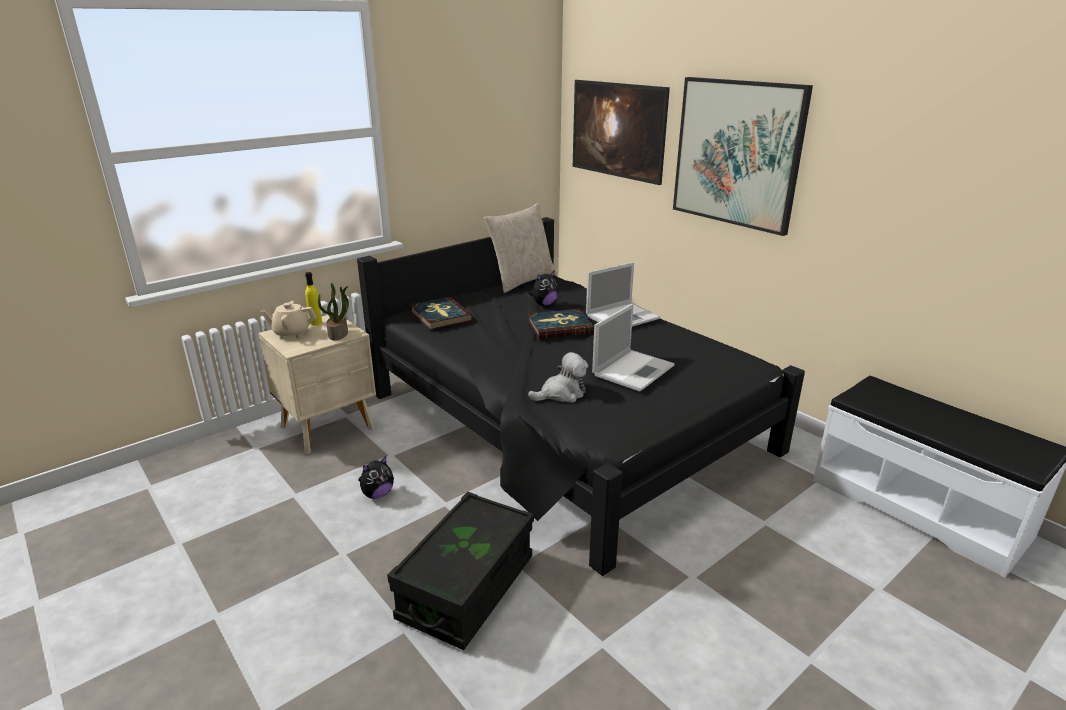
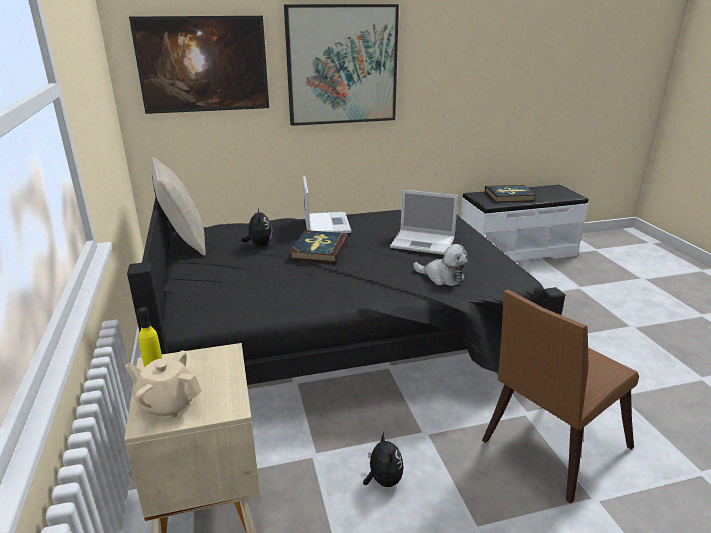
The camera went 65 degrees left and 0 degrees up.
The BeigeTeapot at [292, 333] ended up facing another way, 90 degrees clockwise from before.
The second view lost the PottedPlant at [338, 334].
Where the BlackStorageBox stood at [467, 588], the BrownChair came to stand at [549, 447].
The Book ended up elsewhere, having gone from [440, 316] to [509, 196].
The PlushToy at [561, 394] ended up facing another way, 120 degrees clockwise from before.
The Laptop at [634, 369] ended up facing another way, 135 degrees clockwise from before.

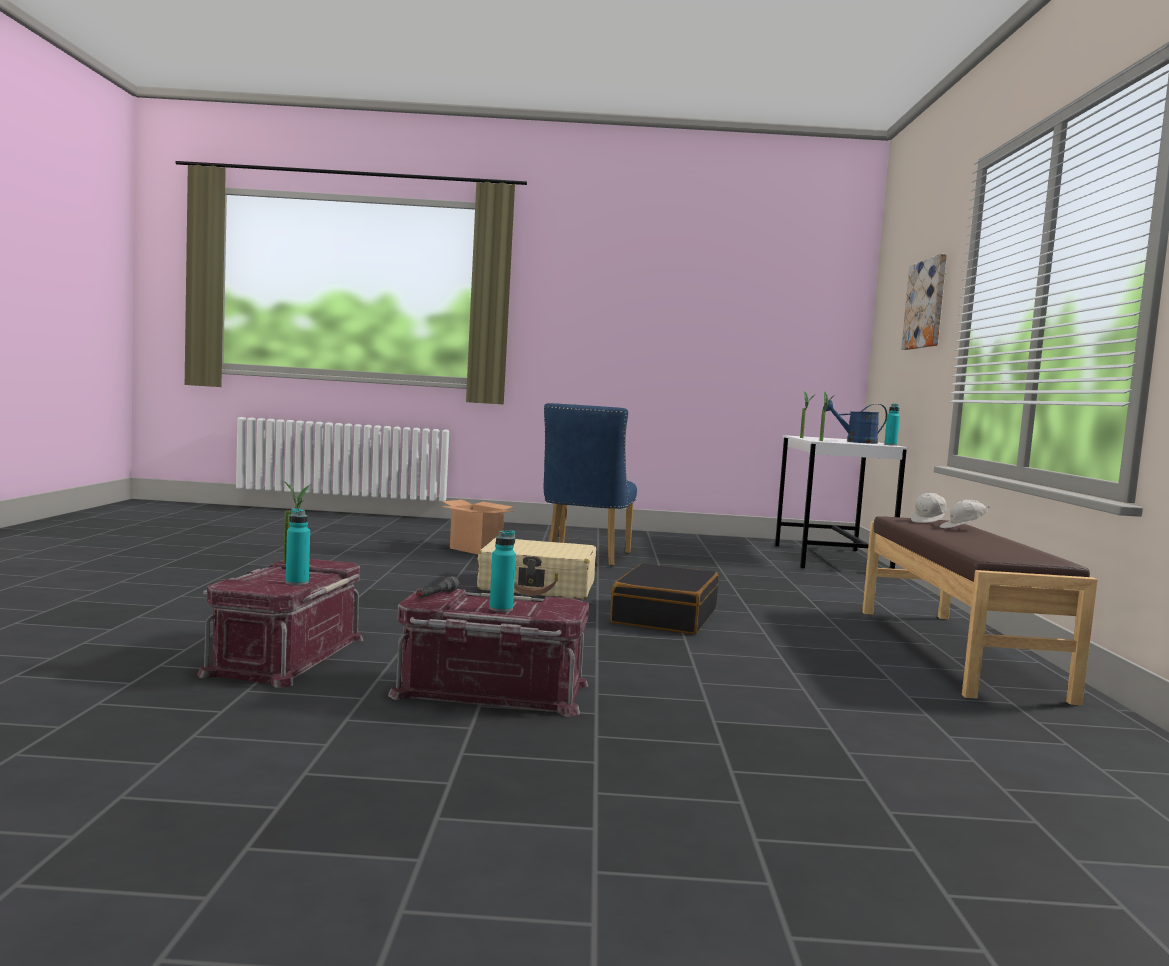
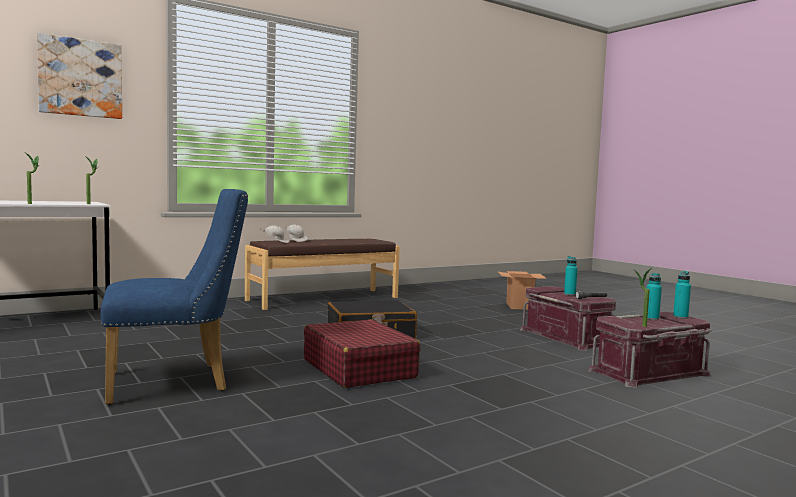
The camera went 125 degrees left and 0 degrees up.
The CardboardBox ended up elsewhere, having gone from [476, 550] to [519, 306].
What was the BeigeSuitcase at [538, 586] turned into the RedSuitcase at [359, 369].
The second view lost the BlueWateringCan at [856, 442].
The TurquoiseBottle ended up elsewhere, having gone from [890, 445] to [680, 317].

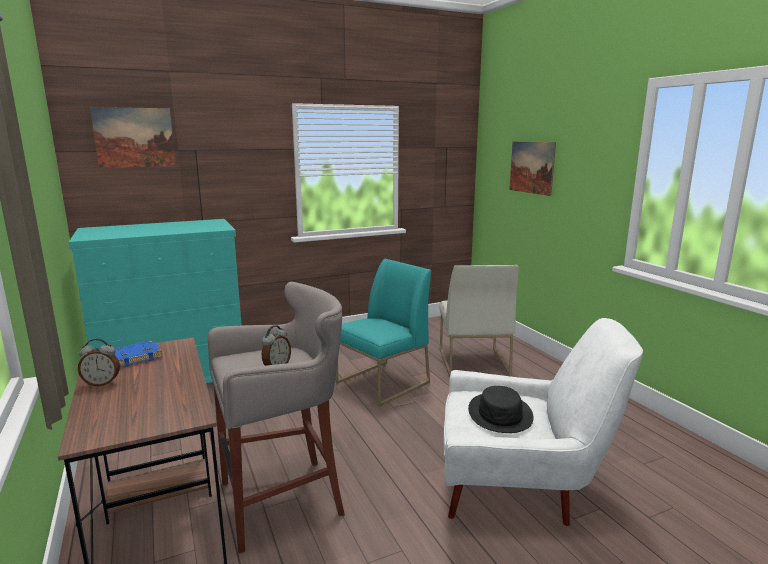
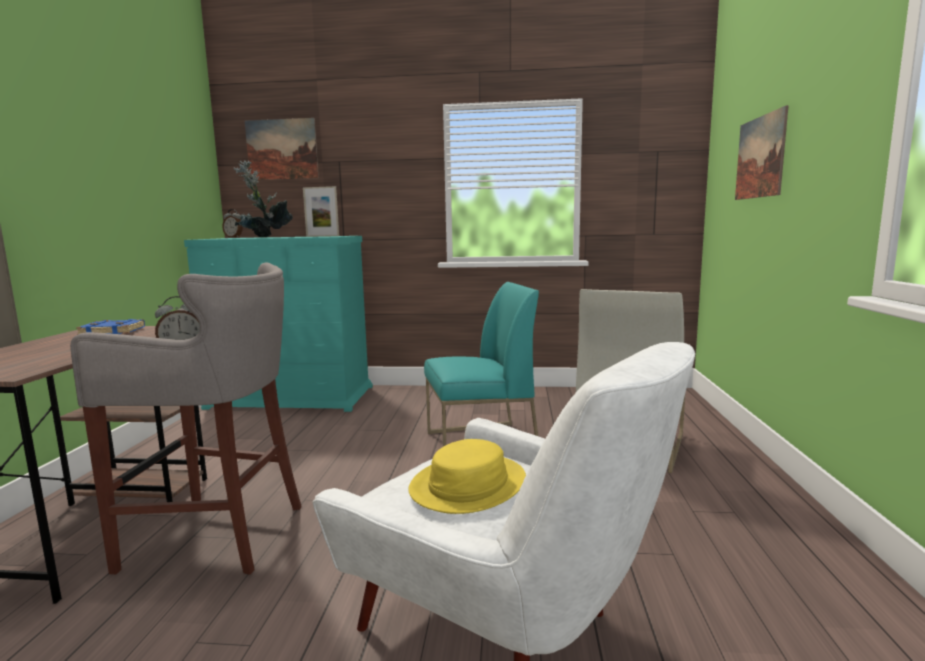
The camera went 30 degrees right and 5 degrees down.
The AlarmClock ended up elsewhere, having gone from [102, 383] to [234, 237].
What was the BlackHat at [500, 414] turned into the YellowHat at [468, 485].
The second view gained the PottedPlant at [263, 237].
The second view gained the PictureFrame at [322, 236].

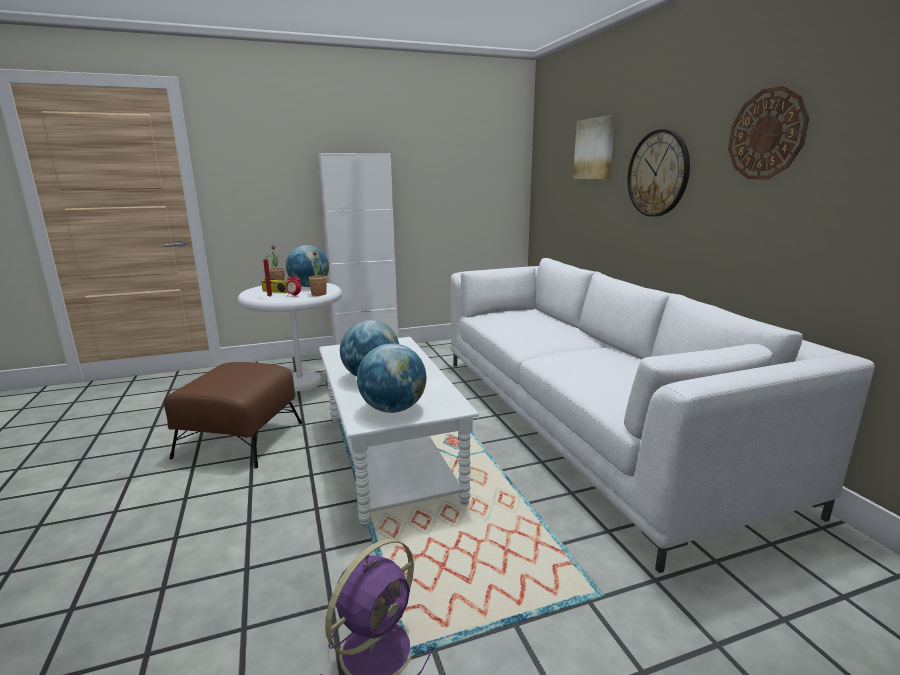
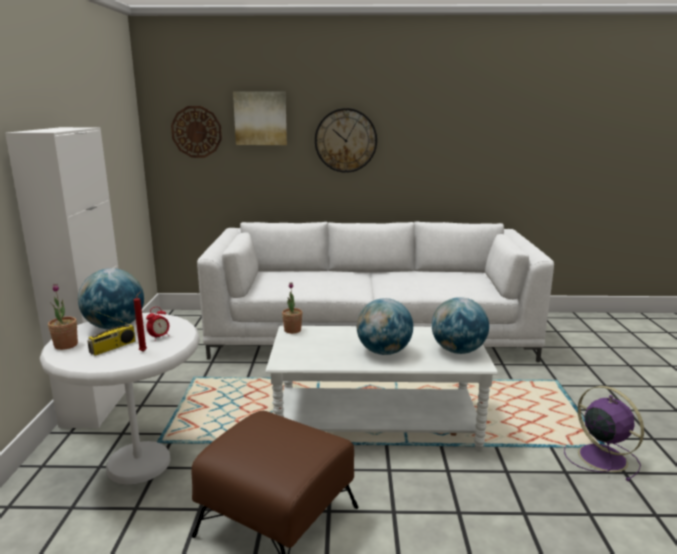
The camera went 70 degrees left and 0 degrees up.
The PottedPlant ended up elsewhere, having gone from [319, 294] to [292, 330].
The WallClock ended up elsewhere, having gone from [766, 134] to [196, 132].

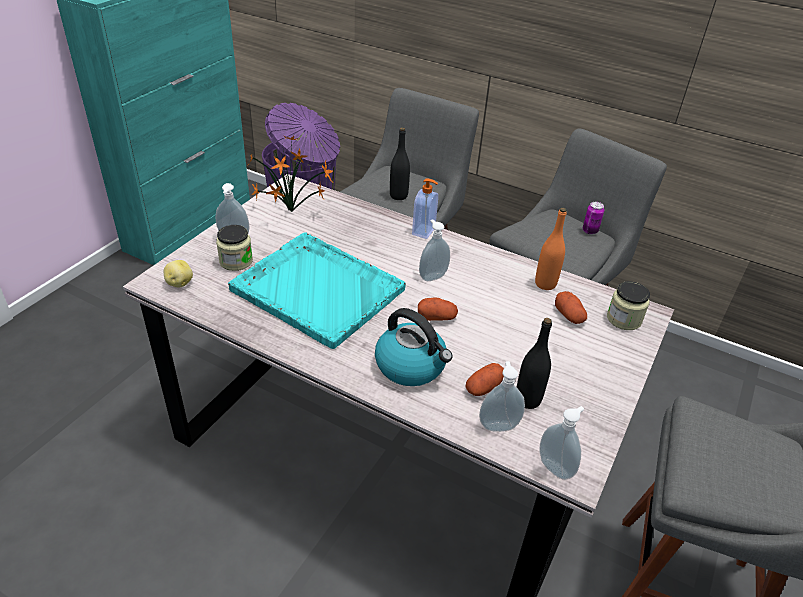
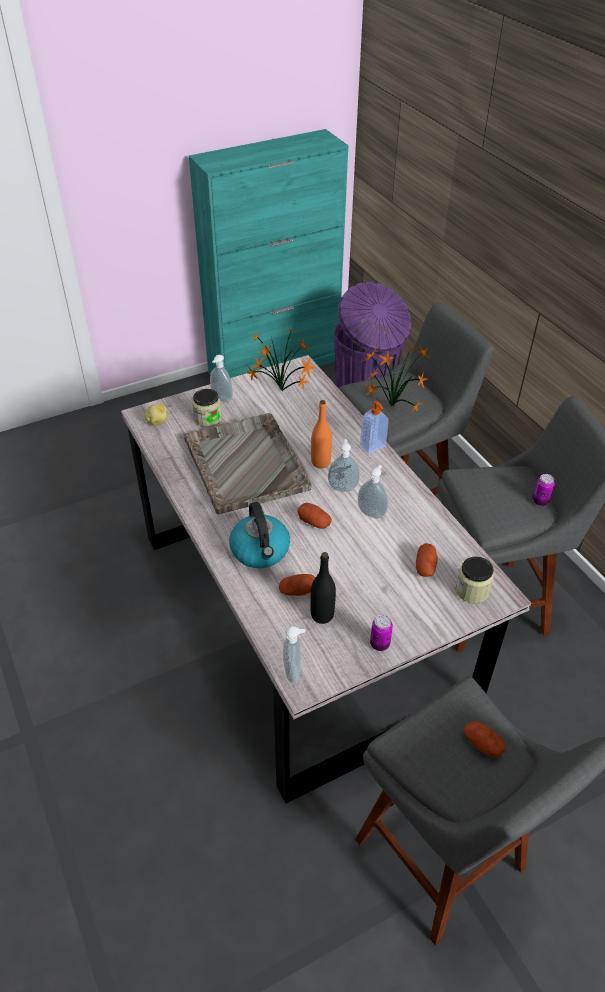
The camera went 35 degrees right and 5 degrees up.
What was the TurquoiseTray at [316, 289] turned into the GreyTray at [245, 463].
Where the BlackBottle stood at [398, 196], the PottedPlant came to stand at [390, 405].
The SoapDispenser ended up elsewhere, having gone from [498, 425] to [372, 512].
The OrangeBottle ended up elsewhere, having gone from [545, 284] to [320, 462].
The second view gained the Can at [379, 644].
The second view gained the Potato at [482, 744].

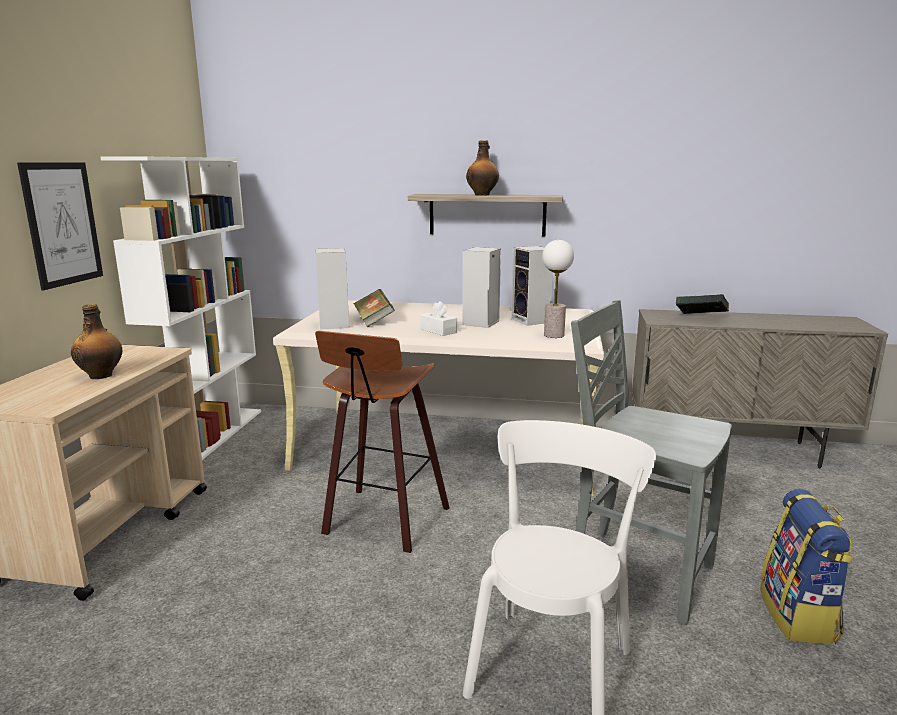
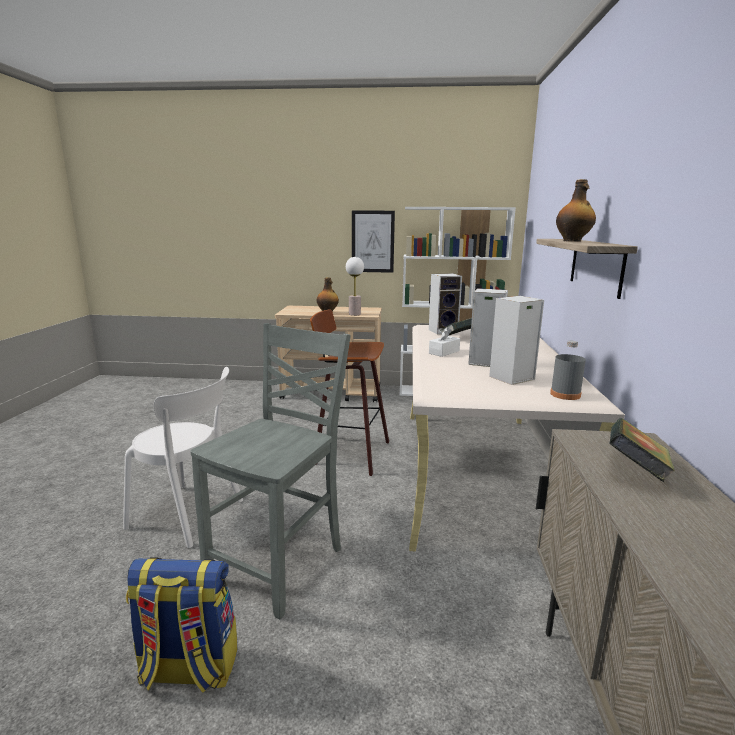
The camera went 85 degrees right and 0 degrees up.
The TableLamp ended up elsewhere, having gone from [553, 335] to [354, 314].
The second view gained the GreyBottle at [565, 394].

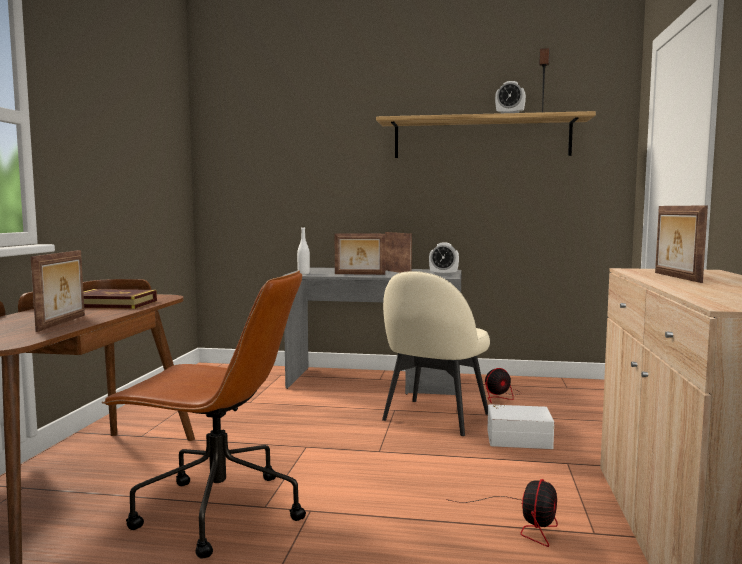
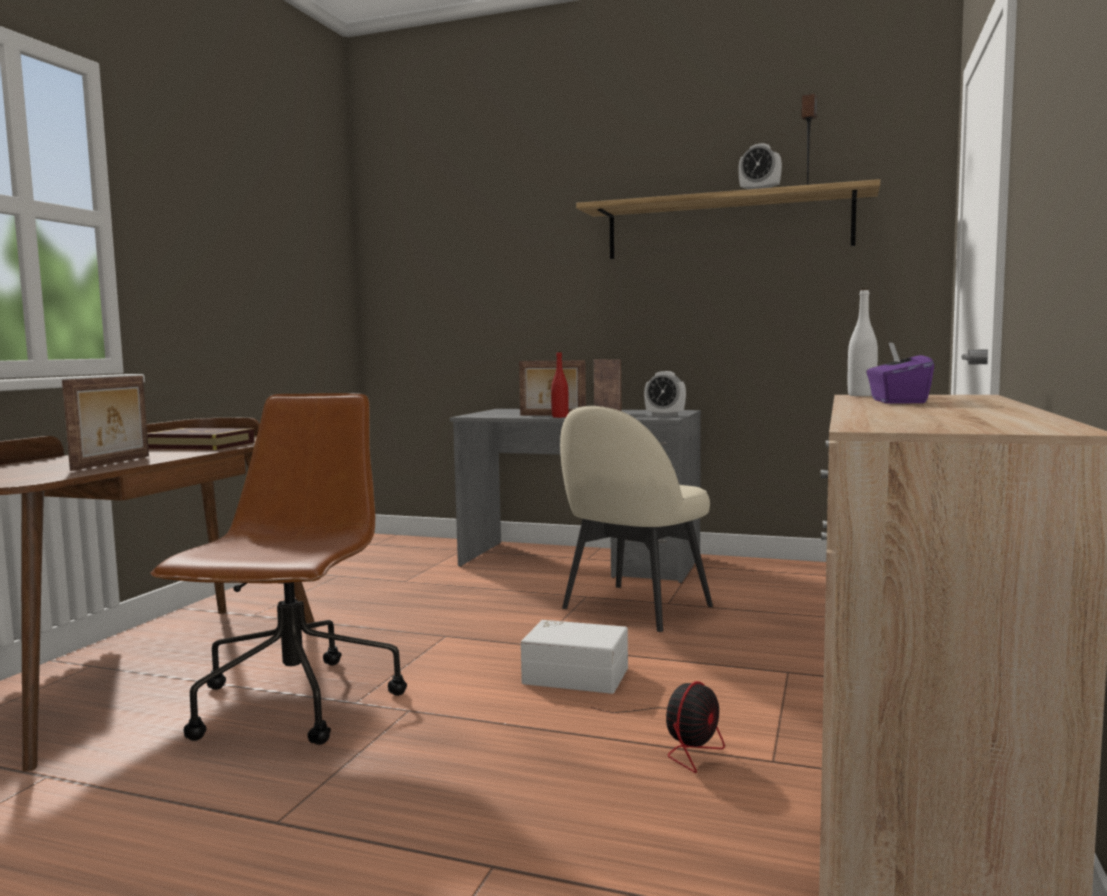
The camera went 10 degrees right and 0 degrees up.
The BrownOfficeChair at [216, 512] ended up facing another way, 105 degrees counterclockwise from before.
The WhiteBottle ended up elsewhere, having gone from [303, 273] to [861, 395].
The second view lost the Fan at [499, 396].
The WhiteStorageBox ended up elsewhere, having gone from [518, 438] to [576, 674].
Where the PictureFrame stood at [675, 277], the PurpleTissueBox came to stand at [897, 402].
The second view gained the RedBottle at [560, 417].

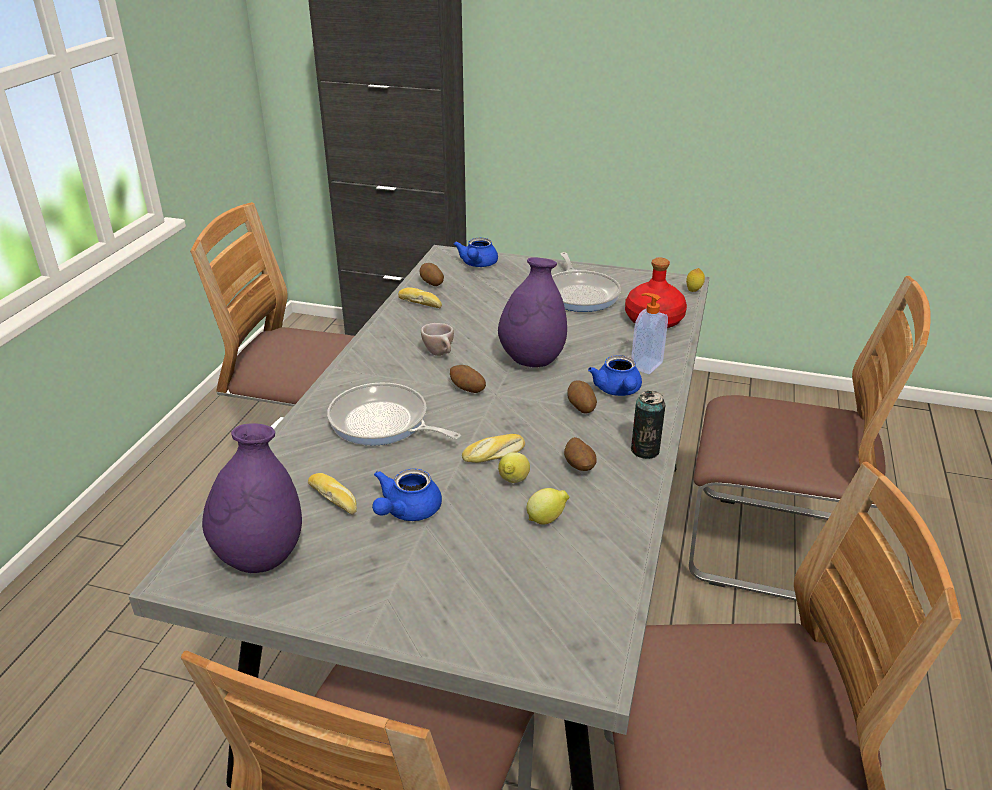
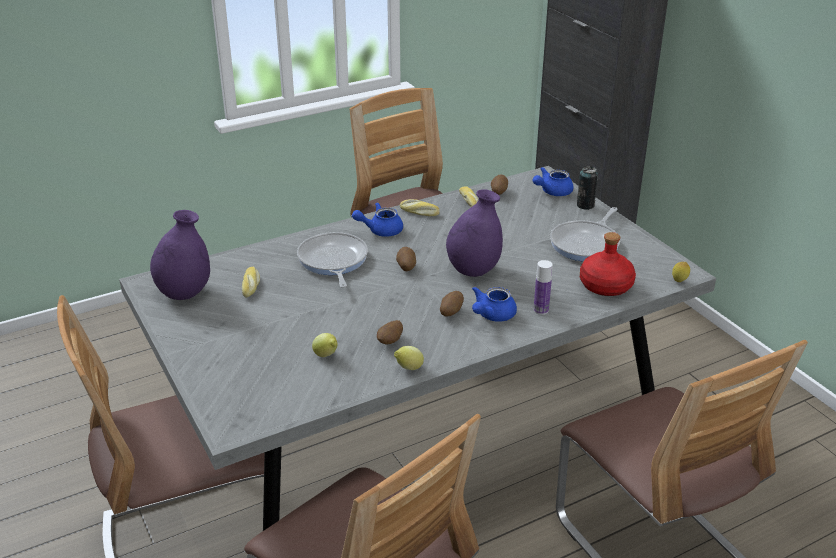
The camera went 45 degrees right and 0 degrees up.
The BlueTeapot ended up elsewhere, having gone from [406, 511] to [380, 230].
The second view lost the BeigeCup at [441, 354].
The Bread ended up elsewhere, having gone from [494, 455] to [419, 212].
The Lemon ended up elsewhere, having gone from [513, 482] to [408, 368].
Where the SoapDispenser stood at [645, 365], the Bottle came to stand at [541, 310].
The Can ended up elsewhere, having gone from [645, 450] to [585, 205].

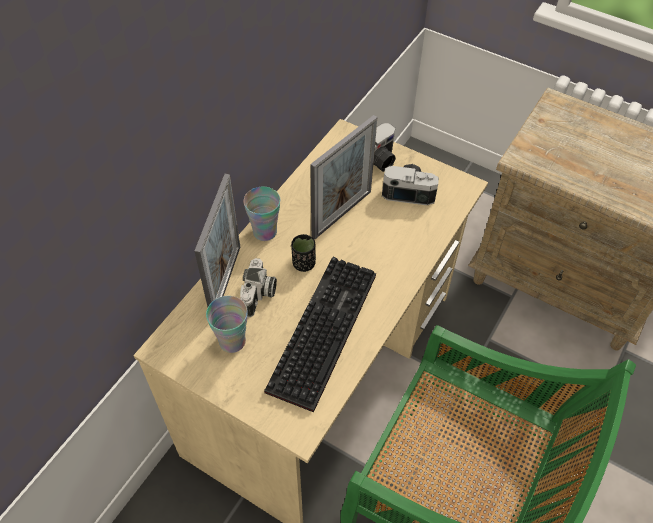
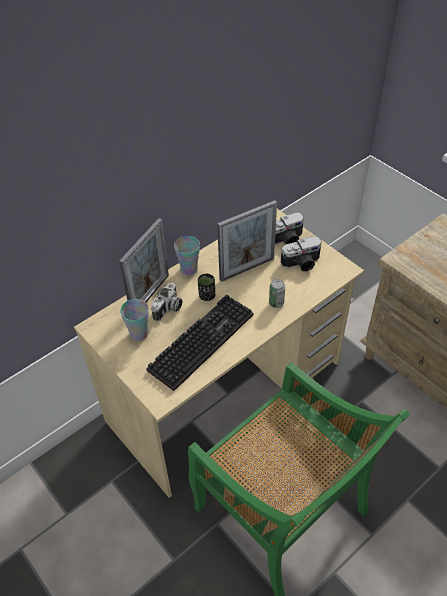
The camera went 20 degrees right and 5 degrees down.
The PhotoCamera at [409, 190] ended up facing another way, 135 degrees clockwise from before.
The second view gained the Can at [276, 303].

